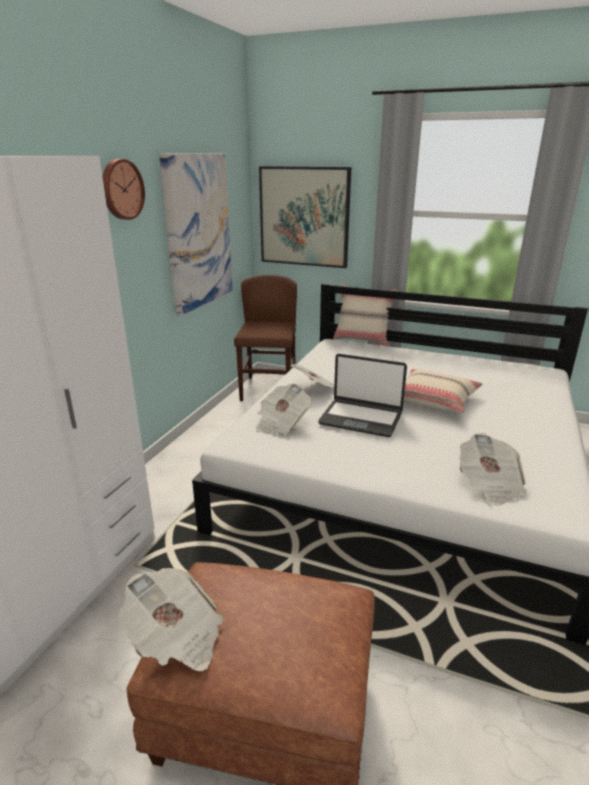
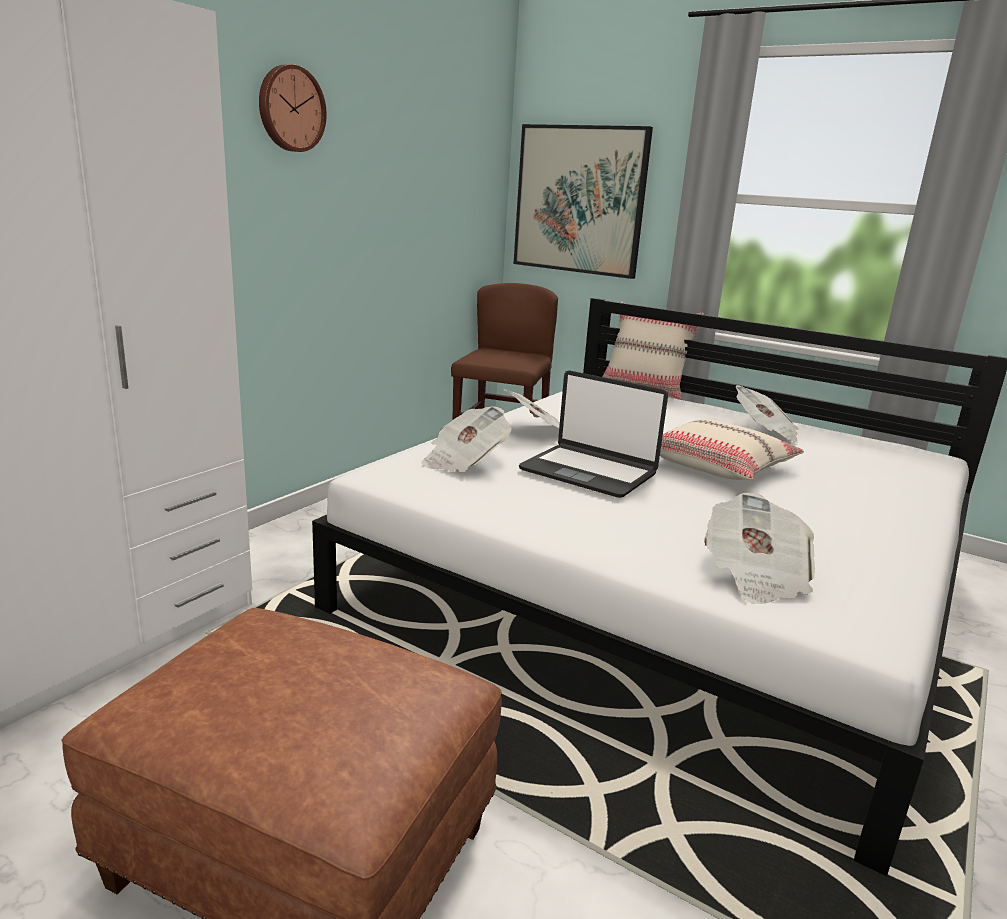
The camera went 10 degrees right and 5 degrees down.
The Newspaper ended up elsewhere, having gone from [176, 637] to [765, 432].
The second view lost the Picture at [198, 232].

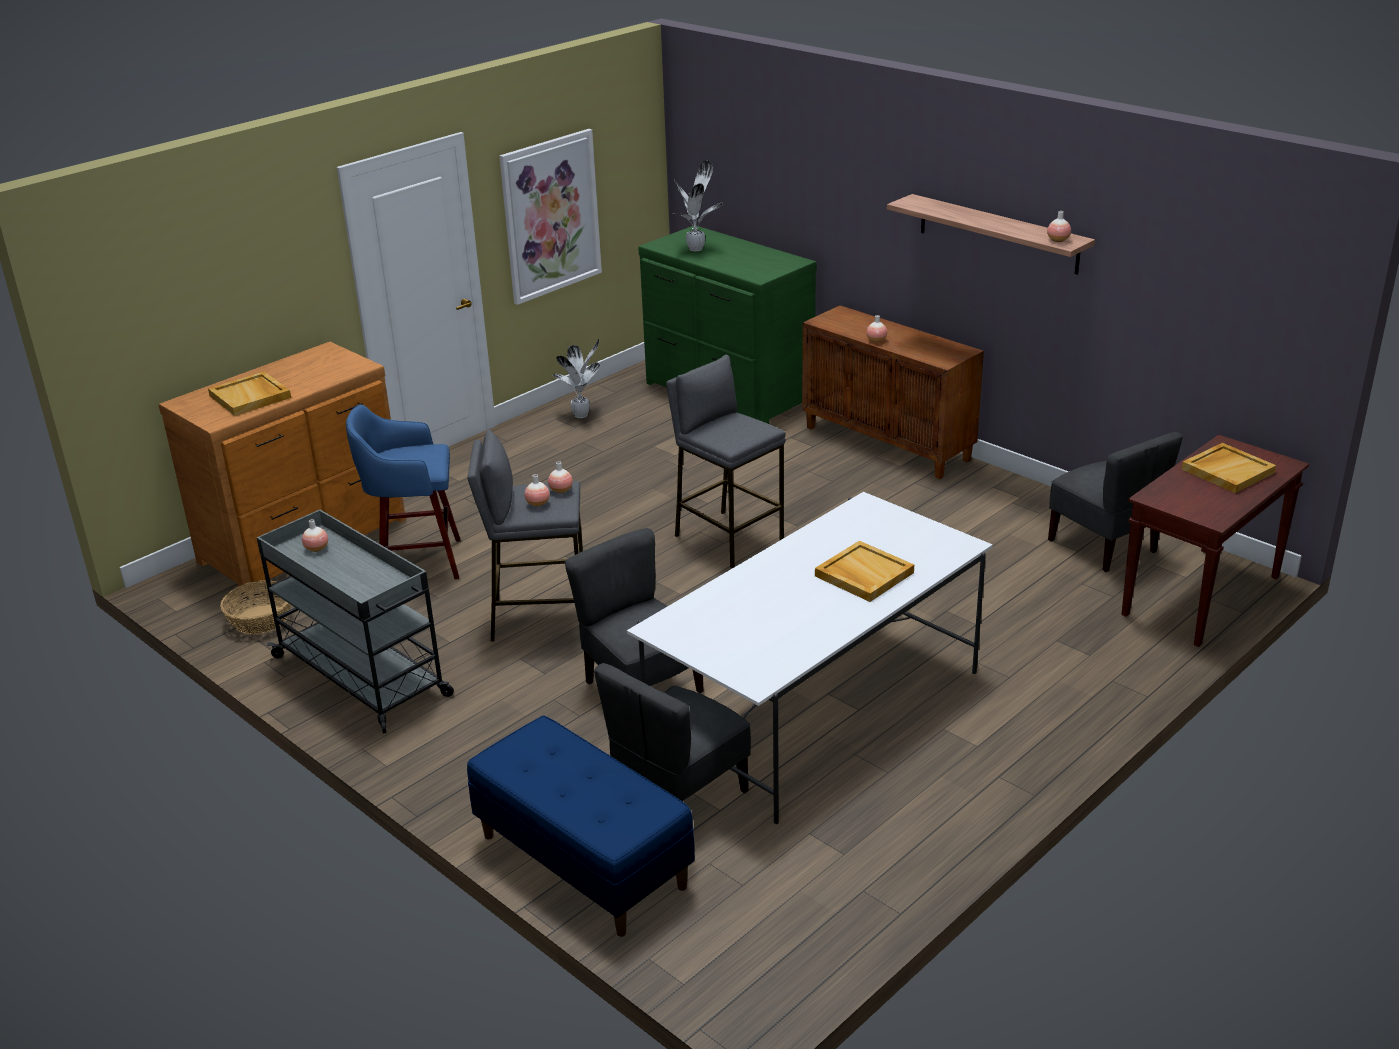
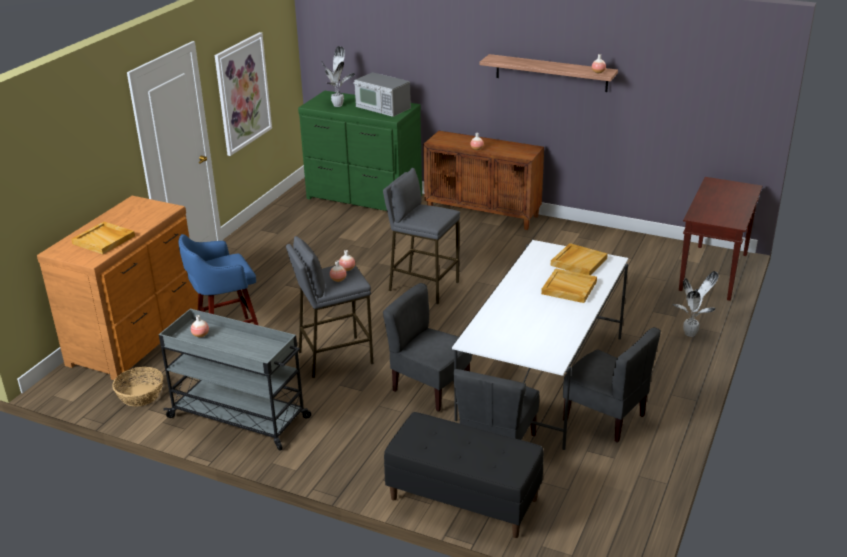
The camera went 20 degrees left and 0 degrees up.
What was the BlueBench at [581, 861] turned into the BlackBench at [462, 499].
The PottedPlant ended up elsewhere, having gone from [582, 415] to [691, 333].
The GreyChair ended up elsewhere, having gone from [1103, 546] to [605, 418].
The BeigeTray ended up elsewhere, having gone from [1227, 470] to [578, 261].
The second view gained the Microwave at [382, 108].

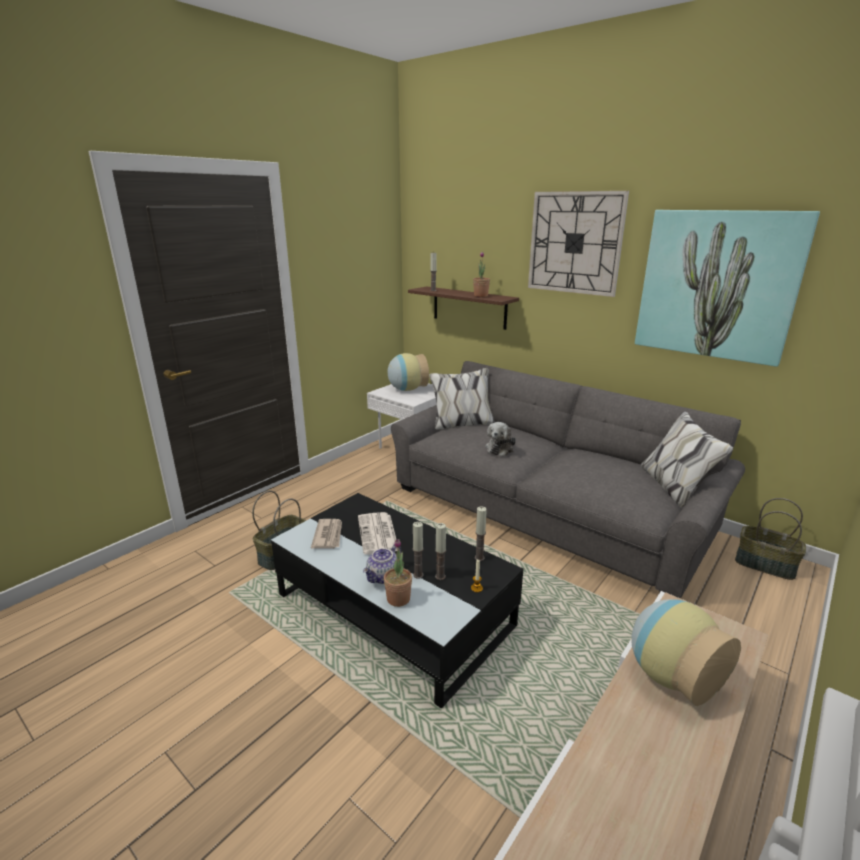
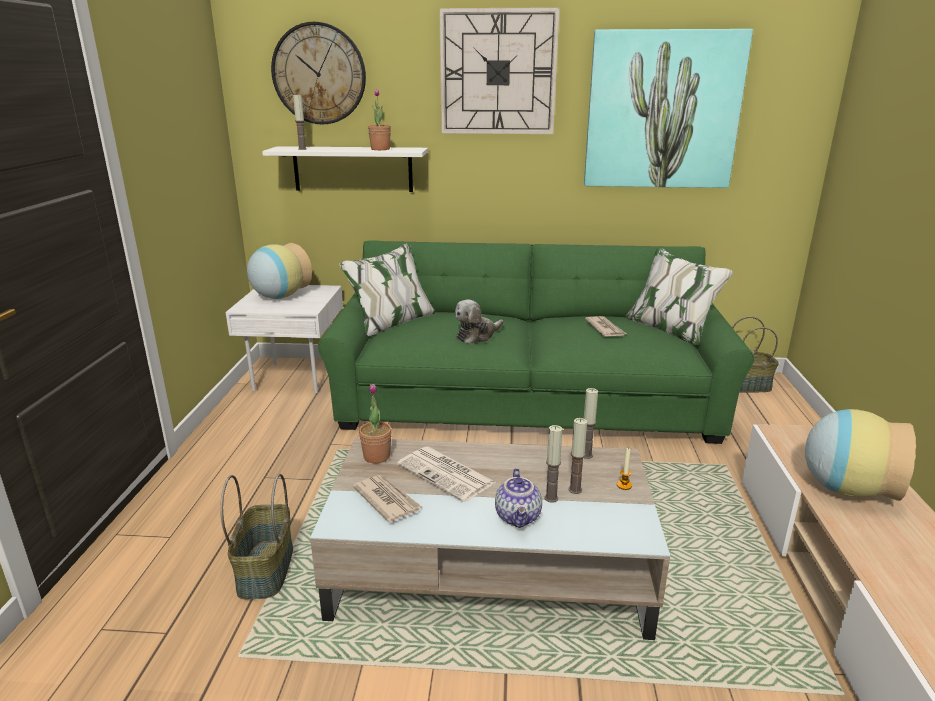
The camera went 35 degrees left and 0 degrees up.
What was the BlackCoffeeTable at [393, 610] turned into the BeigeCoffeeTable at [489, 567].
The PottedPlant ended up elsewhere, having gone from [398, 599] to [376, 456].
What was the GreySofa at [546, 510] turned into the GreenSofa at [527, 400].
What was the BrownShelf at [469, 307] turned into the WhiteShelf at [353, 169].
The PlushToy at [500, 448] ended up facing another way, 60 degrees clockwise from before.
The second view gained the WallClock at [319, 74].
The second view gained the Newspaper at [605, 329].

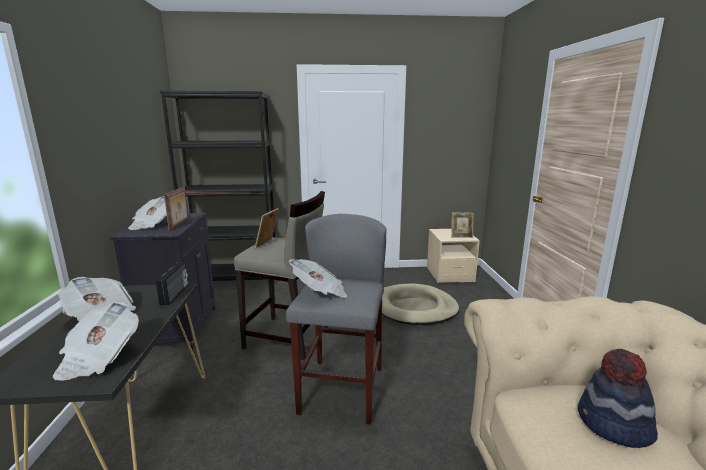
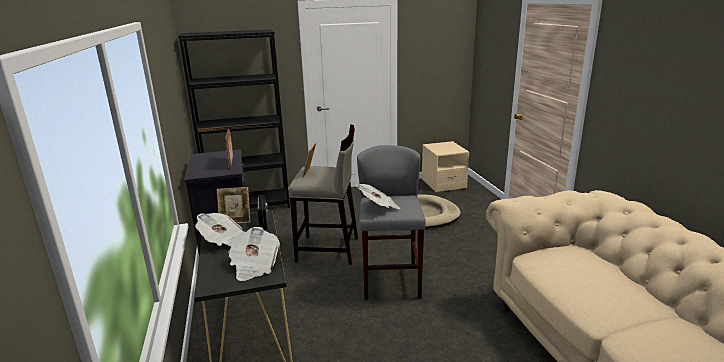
The camera went 10 degrees left and 5 degrees up.
The second view lost the Newspaper at [152, 225].
The PictureFrame ended up elsewhere, having gone from [461, 236] to [236, 221].
The second view lost the Hat at [613, 426].

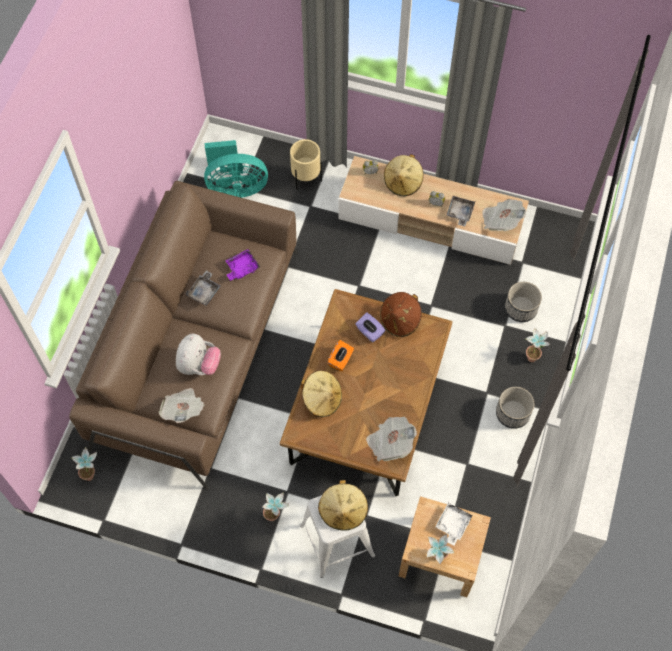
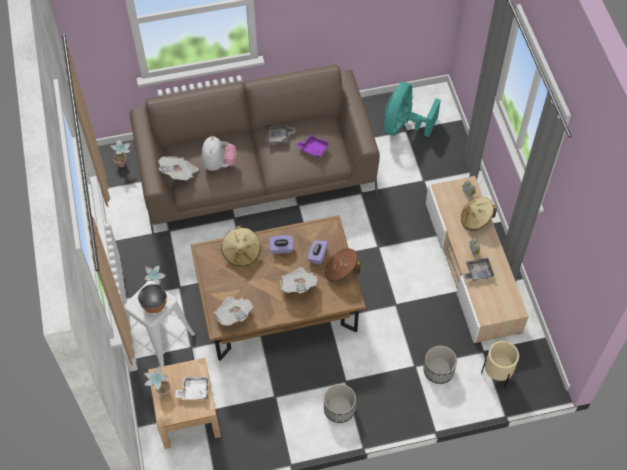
The camera went 60 degrees right and 5 degrees down.
The PlushToy at [199, 365] ended up facing another way, 75 degrees counterclockwise from before.
The TurquoiseFan at [235, 187] ended up facing another way, 60 degrees clockwise from before.
The BeigePlanter ended up elsewhere, having gone from [306, 179] to [496, 375].
Where the BeigeHat stood at [343, 511], the Bowl came to stand at [154, 305].
What was the OrangeTissueBox at [340, 360] turned into the PurpleTissueBox at [281, 249].
The Newspaper ended up elsewhere, having gone from [501, 220] to [298, 285].
The second view lost the PottedPlant at [533, 355].

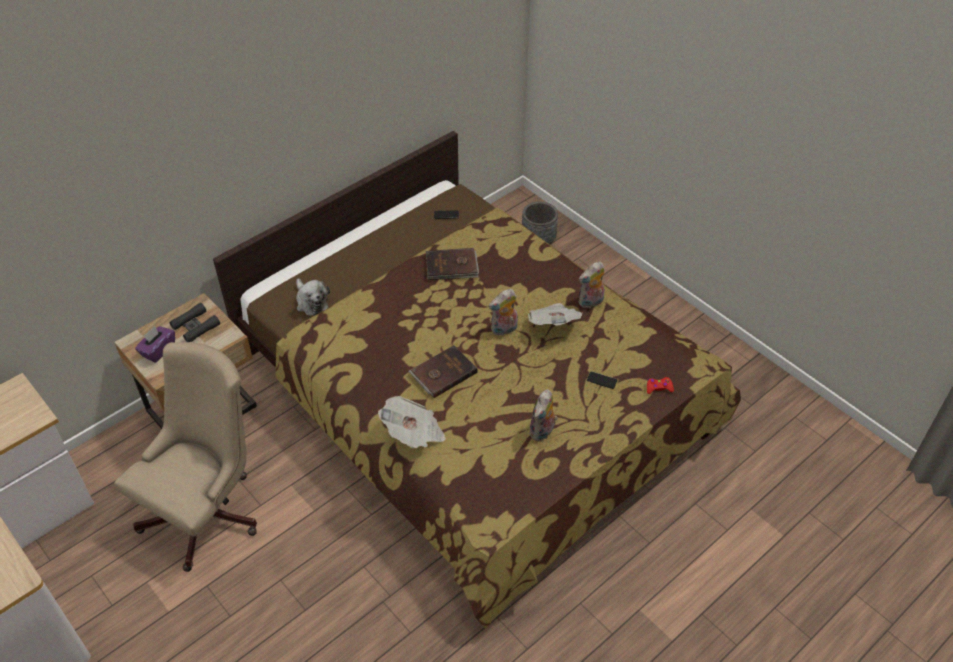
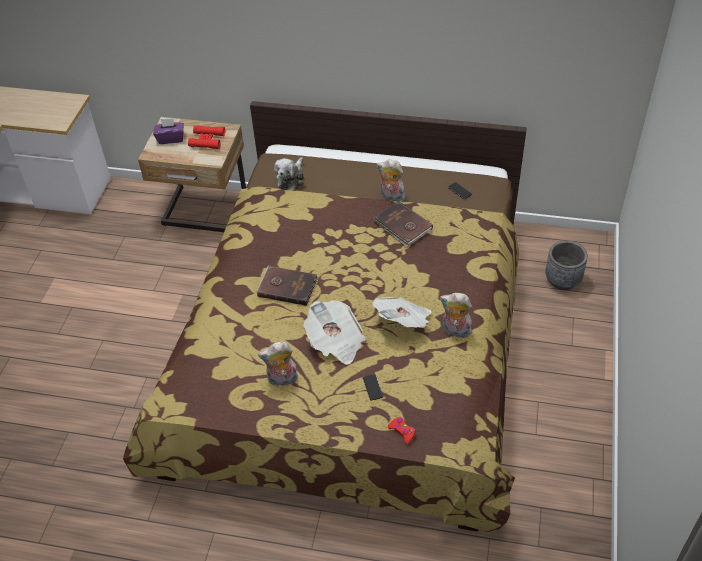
The camera went 55 degrees right and 0 degrees up.
The second view lost the BeigeOfficeChair at [208, 511].
What was the BlackBinoculars at [195, 326] turned into the RedBinoculars at [207, 140].
The Newspaper ended up elsewhere, having gone from [413, 433] to [335, 342].
The PlushToy ended up elsewhere, having gone from [504, 330] to [391, 197].

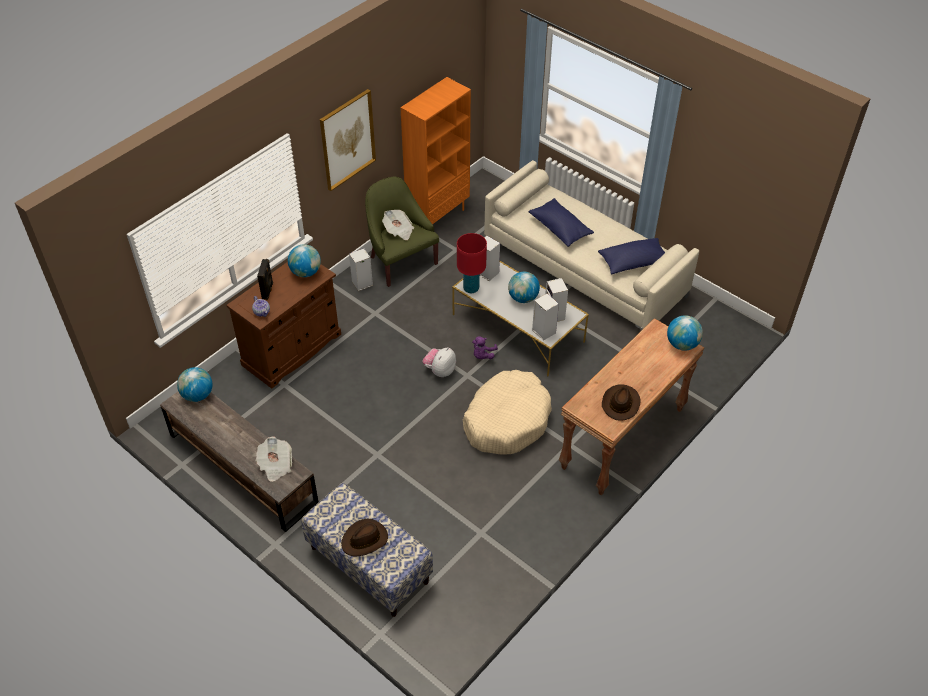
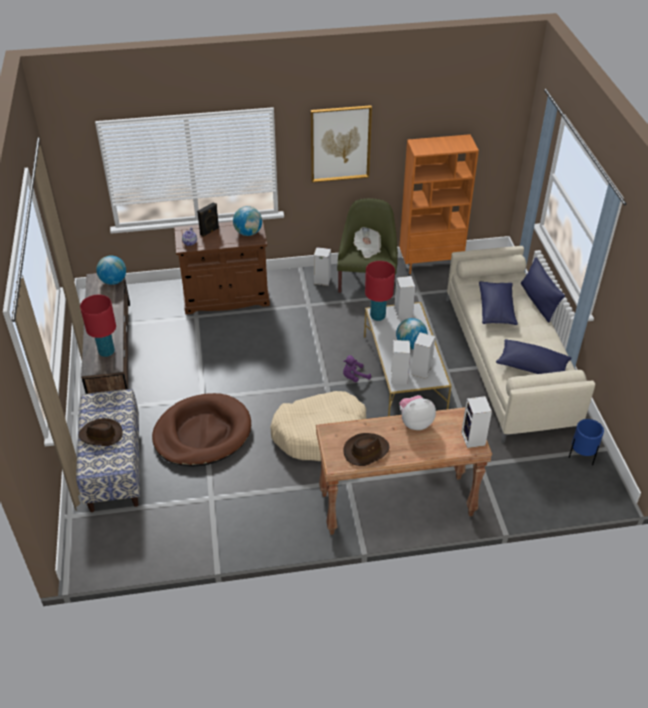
The camera went 40 degrees right and 5 degrees down.
Where the Newspaper stood at [275, 465], the RedTableLamp came to stand at [106, 352].
The PlushToy ended up elsewhere, having gone from [440, 371] to [415, 422].
Where the Globe stood at [682, 344], the Speaker came to stand at [474, 439].
The second view gained the BrownDogBed at [202, 433].
The second view gained the BluePillow at [538, 301].
The second view gained the BluePlanter at [581, 457].

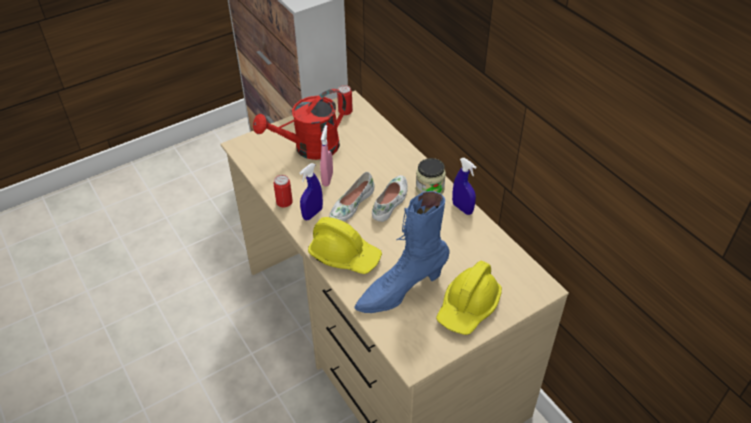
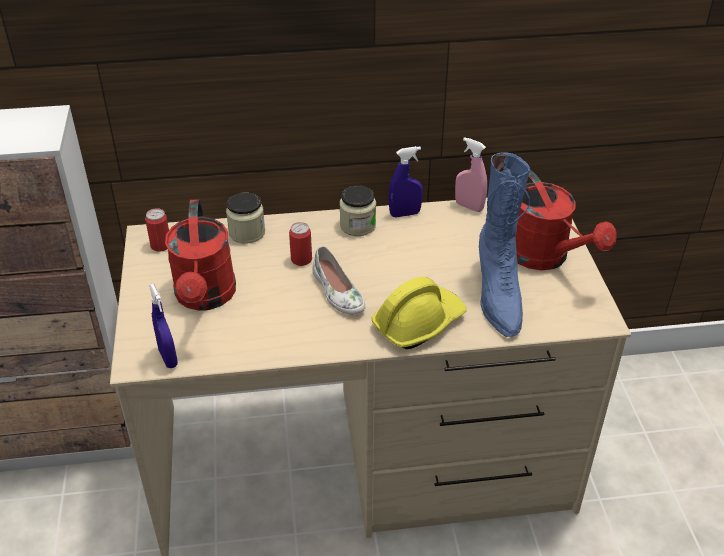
The camera went 65 degrees left and 5 degrees down.
The Can ended up elsewhere, having gone from [284, 202] to [301, 259].
The BlueSprayBottle ended up elsewhere, having gone from [312, 214] to [168, 358].
The PinkSprayBottle ended up elsewhere, having gone from [327, 179] to [469, 207].
The second view lost the WhiteShoe at [391, 202].
Where the YellowHardHat stood at [468, 307], the RedWateringCan came to stand at [546, 258].
The second view gained the Jar at [247, 233].

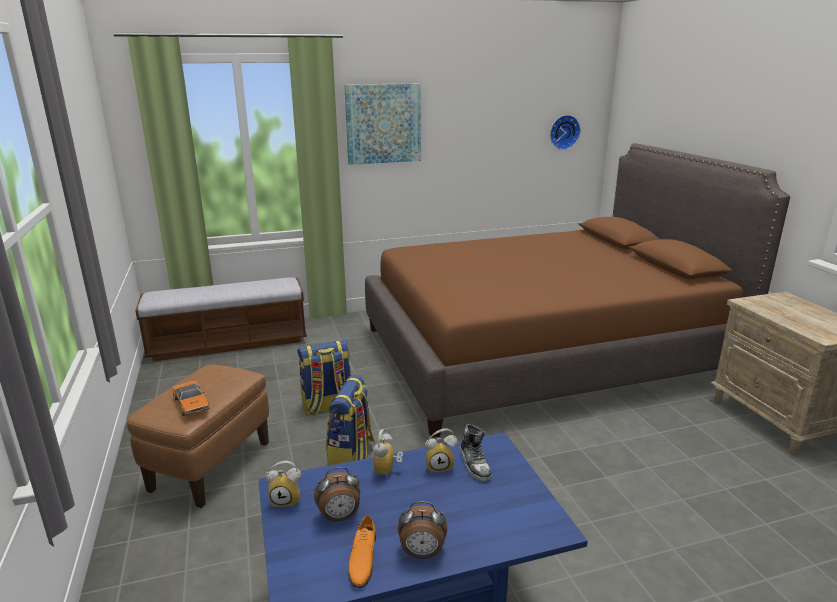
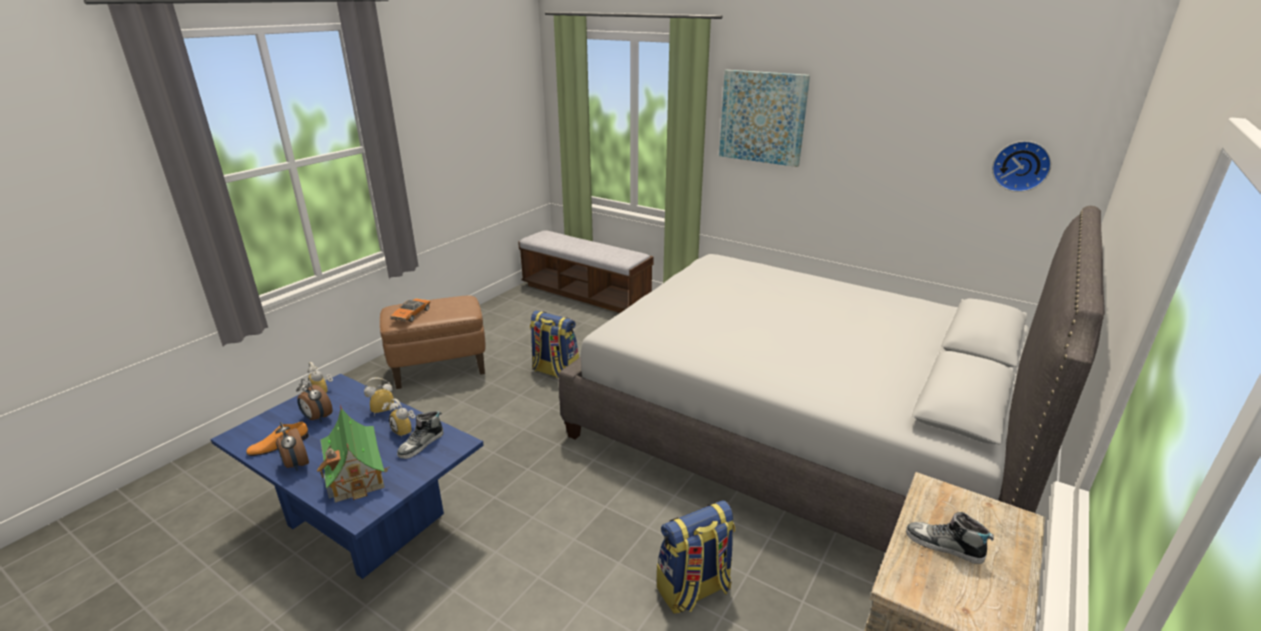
The camera went 50 degrees right and 5 degrees up.
The Backpack ended up elsewhere, having gone from [352, 456] to [694, 590].
What was the BrownBed at [541, 353] turned into the GreyBed at [797, 432].
The second view gained the ToyHouse at [356, 473].
The second view gained the Shoe at [944, 546].

